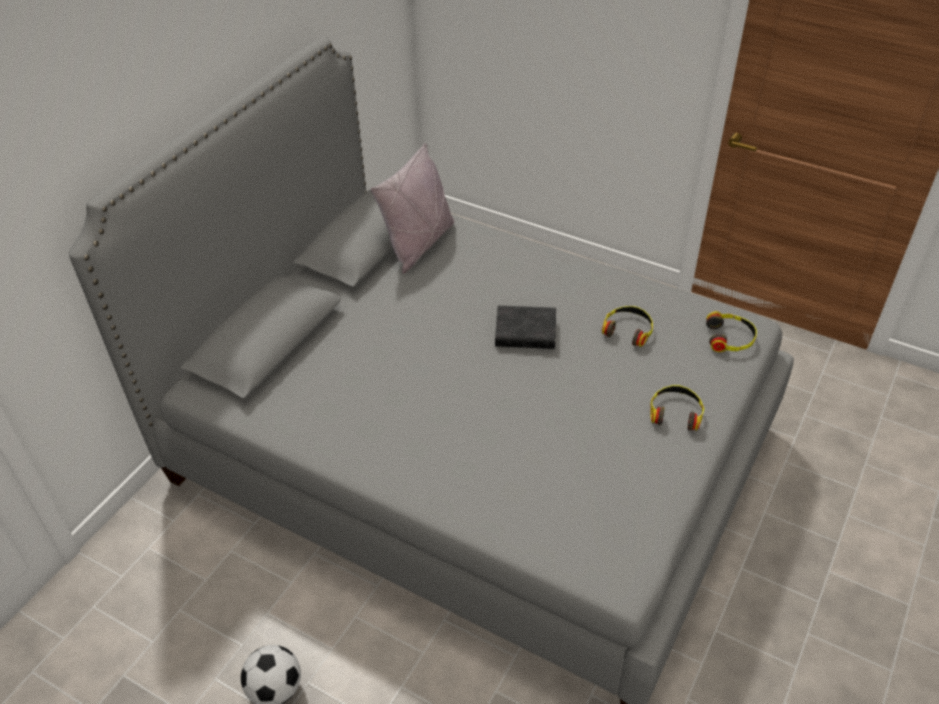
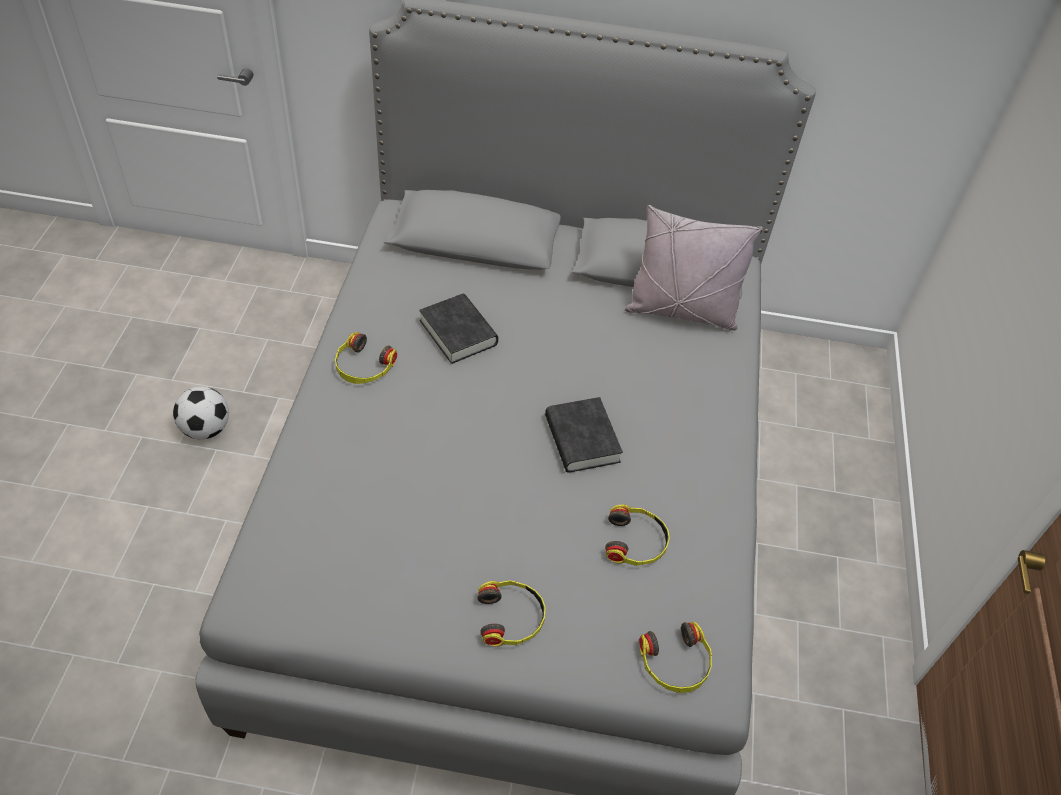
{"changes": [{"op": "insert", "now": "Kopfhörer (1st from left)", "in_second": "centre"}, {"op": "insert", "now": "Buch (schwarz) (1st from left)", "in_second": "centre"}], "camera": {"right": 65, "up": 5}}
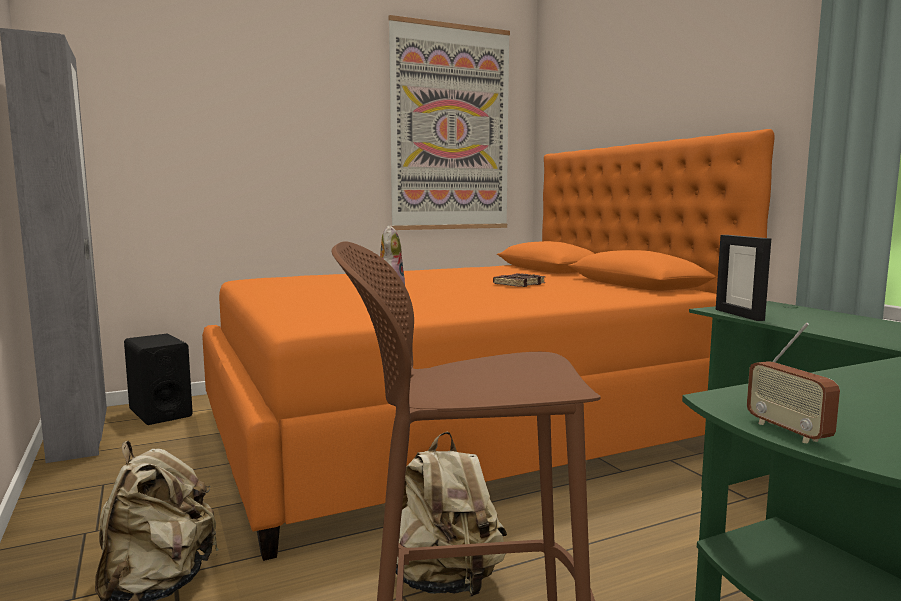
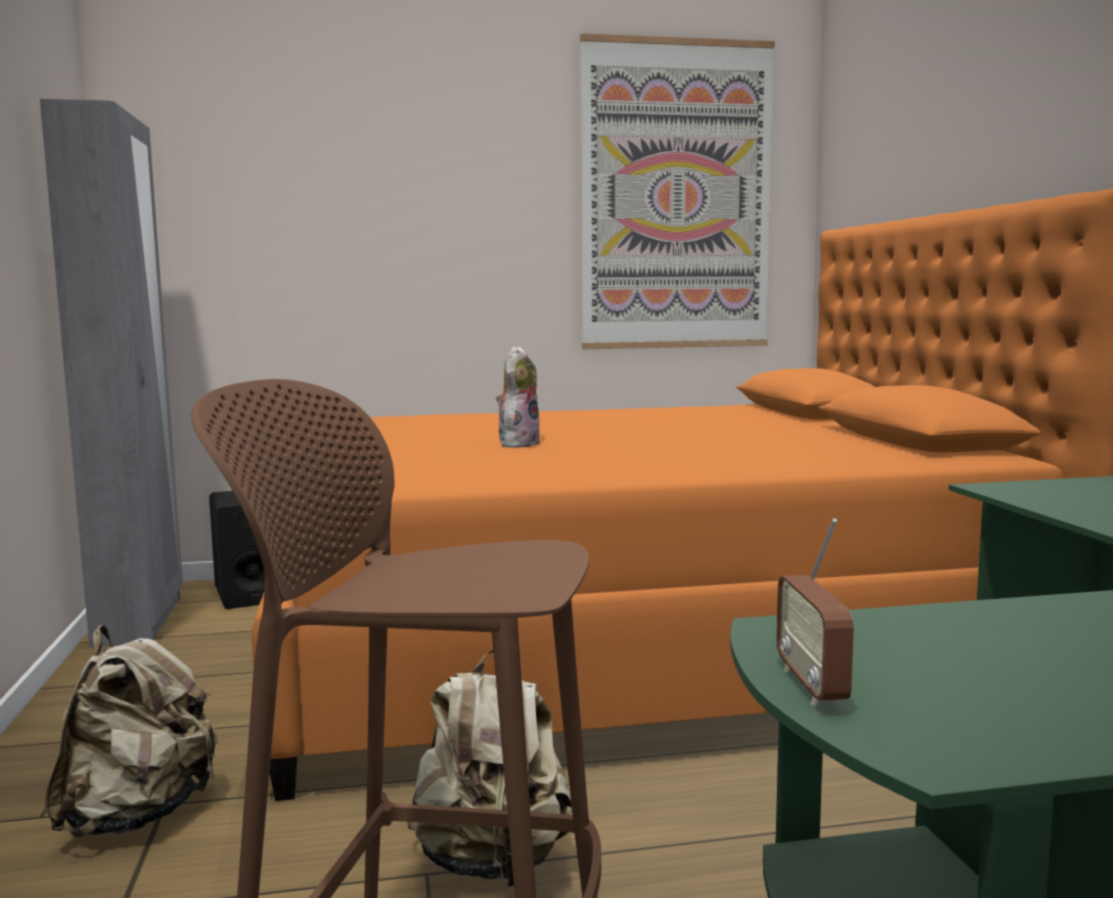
{"changes": [{"op": "delete", "was": "Buch (braun)", "in_first": "centre"}, {"op": "delete", "was": "Bilderrahmen", "in_first": "middle right"}], "camera": {"right": 15, "up": 0}}
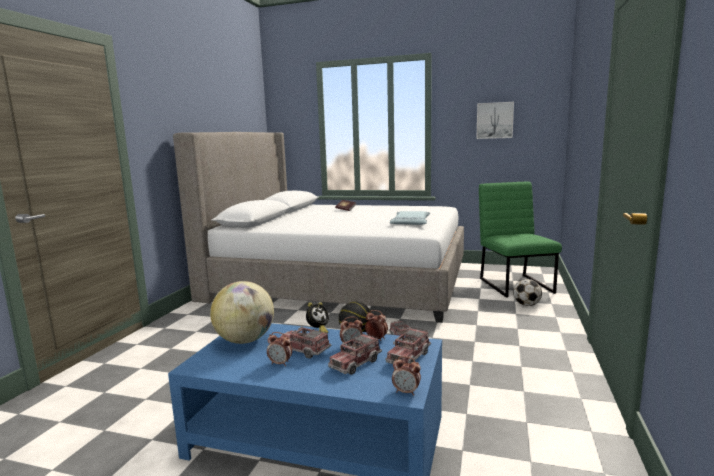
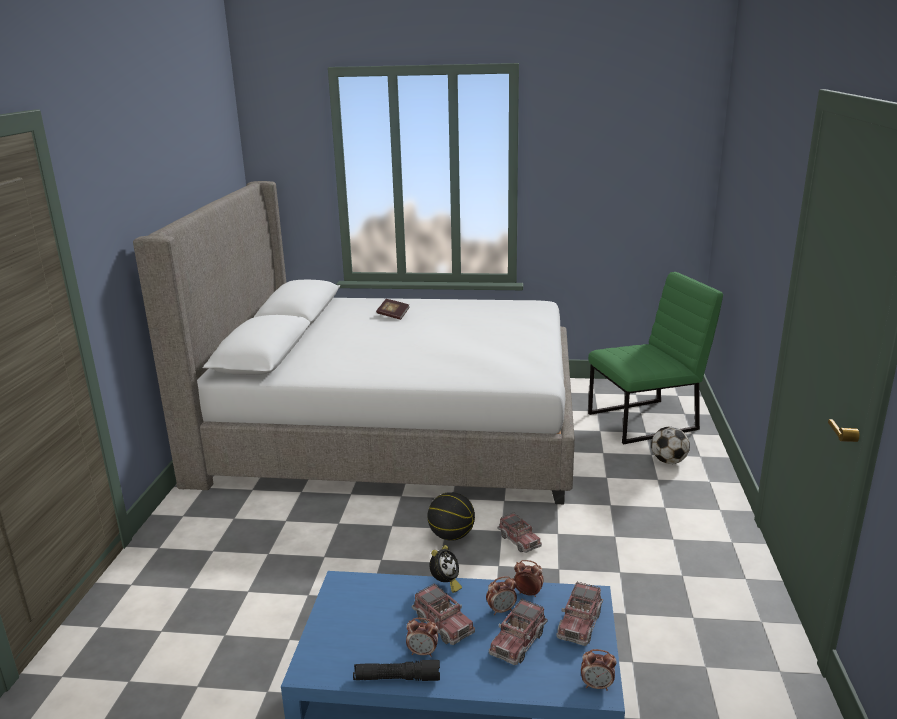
{"changes": [{"op": "delete", "was": "Globus", "in_first": "centre"}, {"op": "rotate", "was": "Spielzeuglaster (1st from left)", "in_first": "bottom centre", "in_second": "bottom centre", "clockwise": -150}, {"op": "delete", "was": "Kissen (blau)", "in_first": "centre"}, {"op": "delete", "was": "Bild", "in_first": "top right"}, {"op": "rotate", "was": "Stuhl (grün)", "in_first": "middle right", "in_second": "middle right", "clockwise": 90}, {"op": "insert", "now": "Taschenlampe (schwarz)", "in_second": "bottom centre"}], "camera": {"right": -10, "up": 10}}
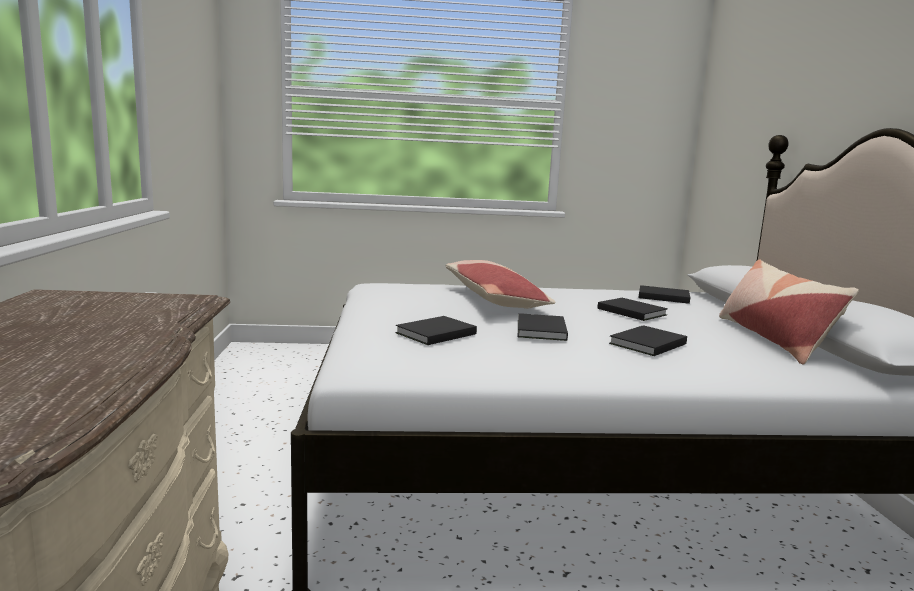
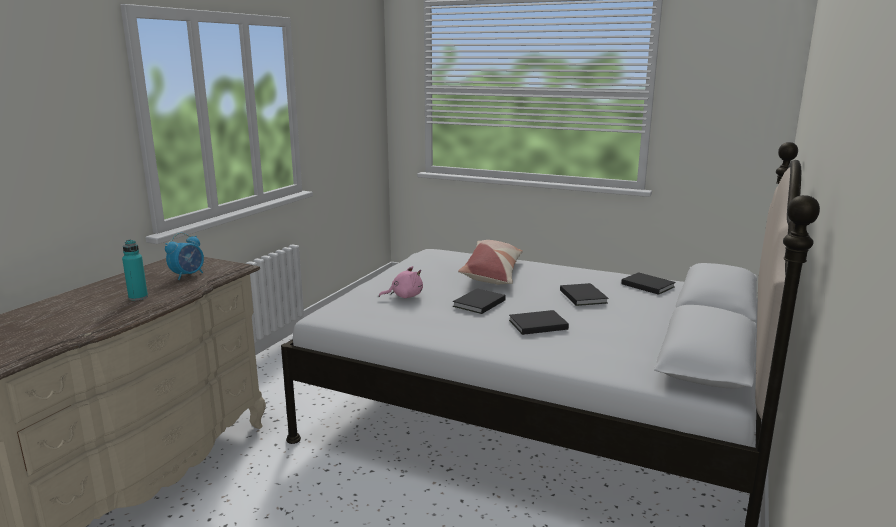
{"changes": [{"op": "replace", "was": "Buch (schwarz) (1st from left)", "now": "Plüschtier (rosa)", "in_first": "centre", "in_second": "centre"}, {"op": "delete", "was": "Kissen (2nd from left)", "in_first": "middle right"}, {"op": "insert", "now": "Flasche (türkis)", "in_second": "middle left"}, {"op": "insert", "now": "Wecker", "in_second": "middle left"}], "camera": {"right": 30, "up": 5}}
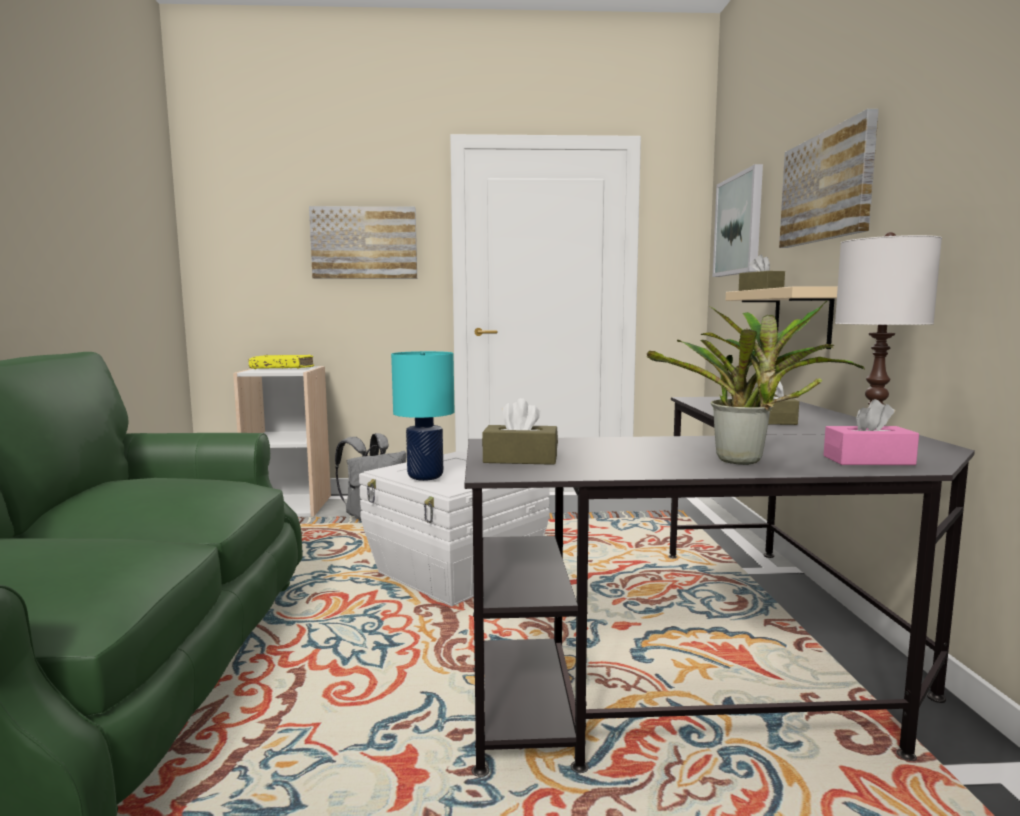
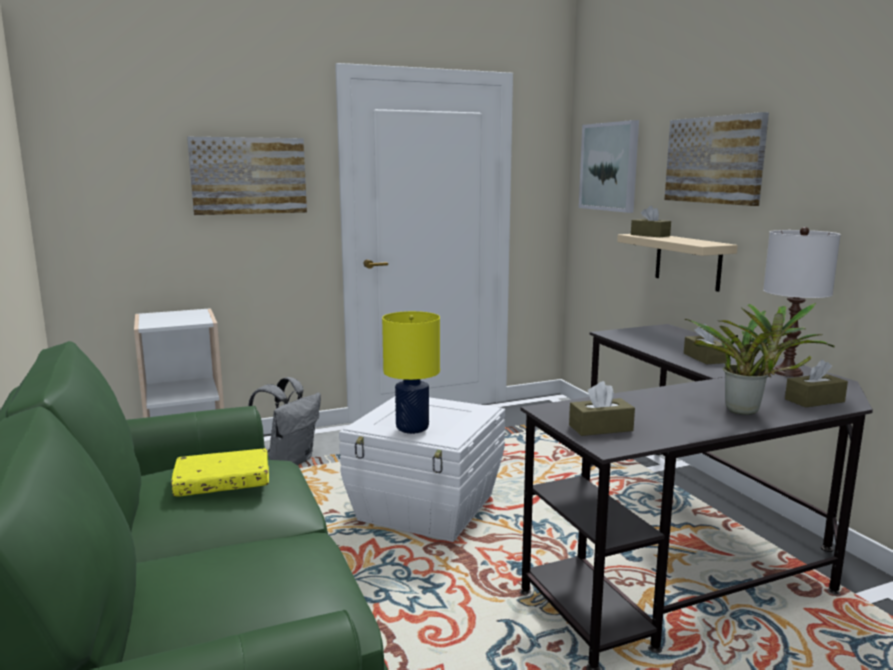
{"changes": [{"op": "move", "was": "Buch (gelb)", "in_first": "middle left", "in_second": "bottom left"}, {"op": "recolor", "was": "Tischlampe (türkis)", "now": "Tischlampe (gelb)", "in_first": "centre", "in_second": "centre"}, {"op": "recolor", "was": "Taschentuchbox (rosa)", "now": "Taschentuchbox (braun) (4th from left)", "in_first": "middle right", "in_second": "middle right"}], "camera": {"right": -20, "up": 5}}
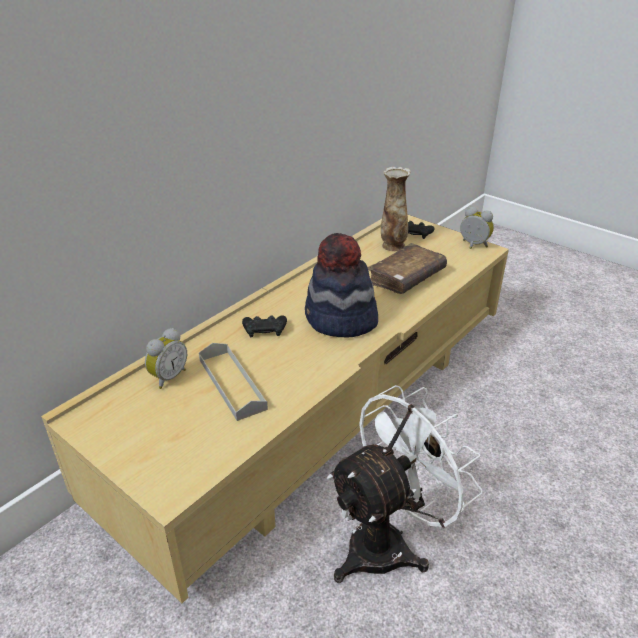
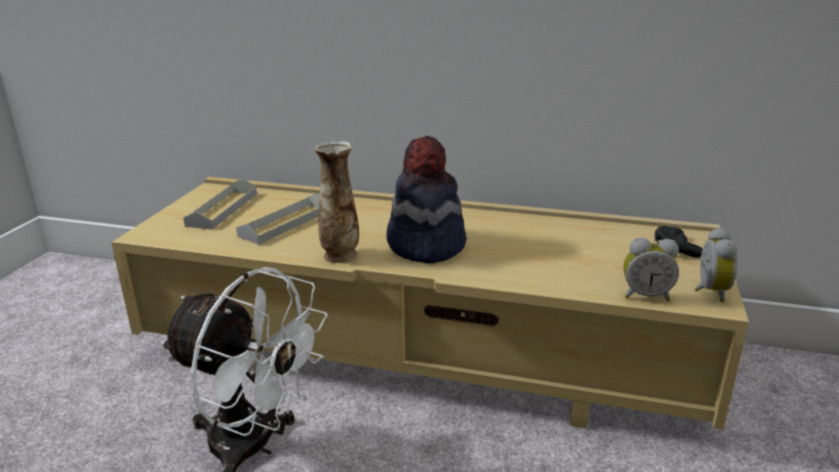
{"changes": [{"op": "move", "was": "Wecker (1st from left)", "in_first": "middle left", "in_second": "middle right"}, {"op": "delete", "was": "Gamepad (schwarz) (1st from left)", "in_first": "centre"}, {"op": "delete", "was": "Buch (braun)", "in_first": "centre"}, {"op": "move", "was": "Vase", "in_first": "top centre", "in_second": "centre"}, {"op": "insert", "now": "Tablett (grau) (1st from left)", "in_second": "middle left"}], "camera": {"right": 65, "up": -10}}
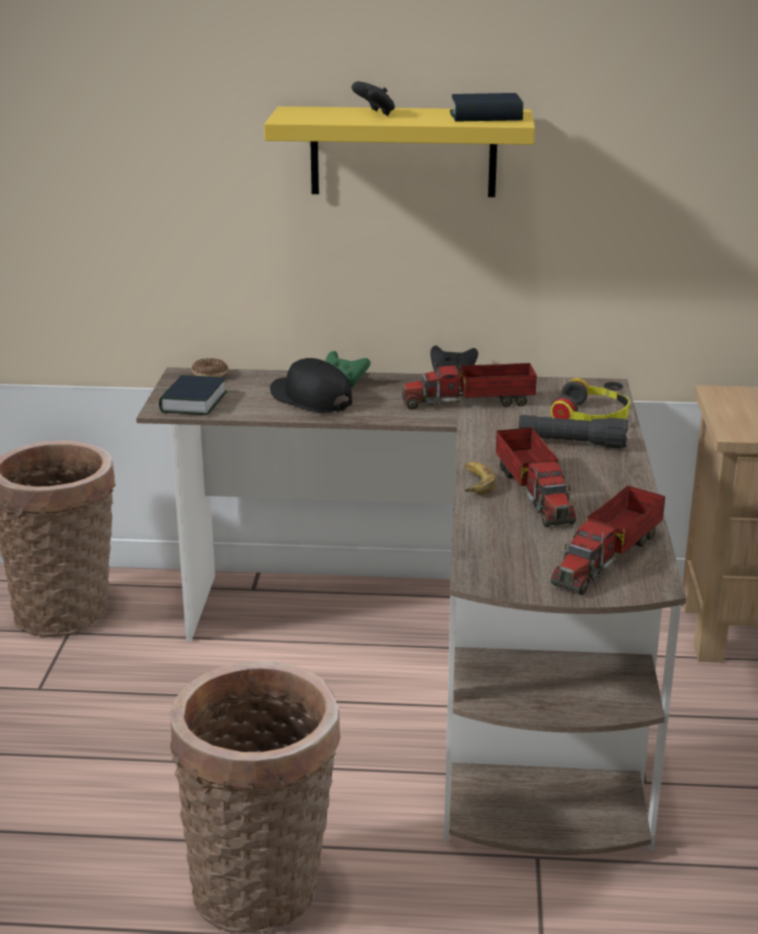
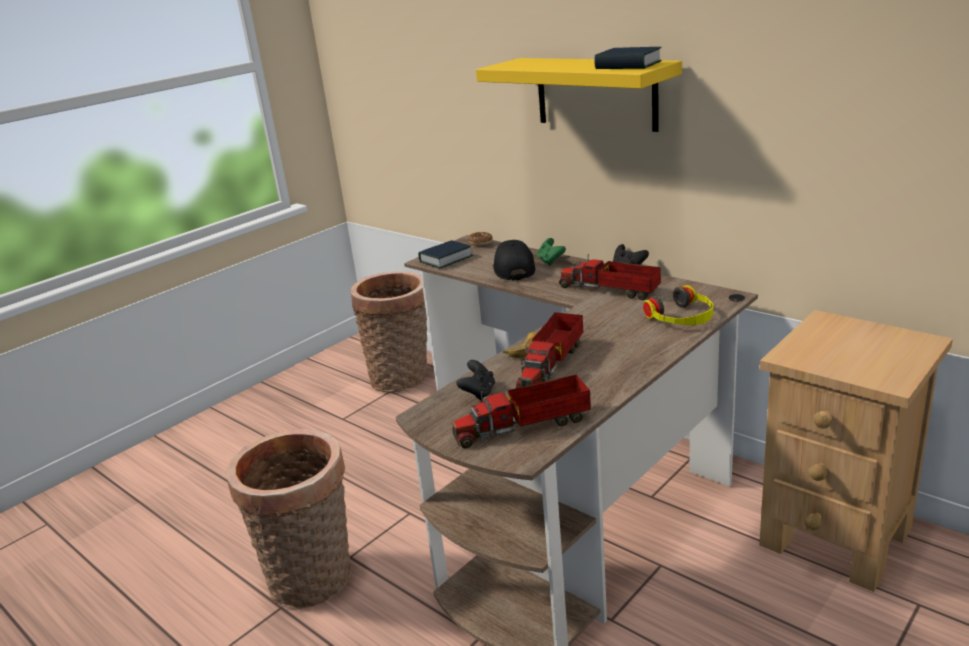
{"changes": [{"op": "move", "was": "Gamepad (schwarz) (1st from left)", "in_first": "top centre", "in_second": "centre"}, {"op": "delete", "was": "Taschenlampe (schwarz)", "in_first": "middle right"}], "camera": {"right": 40, "up": 0}}
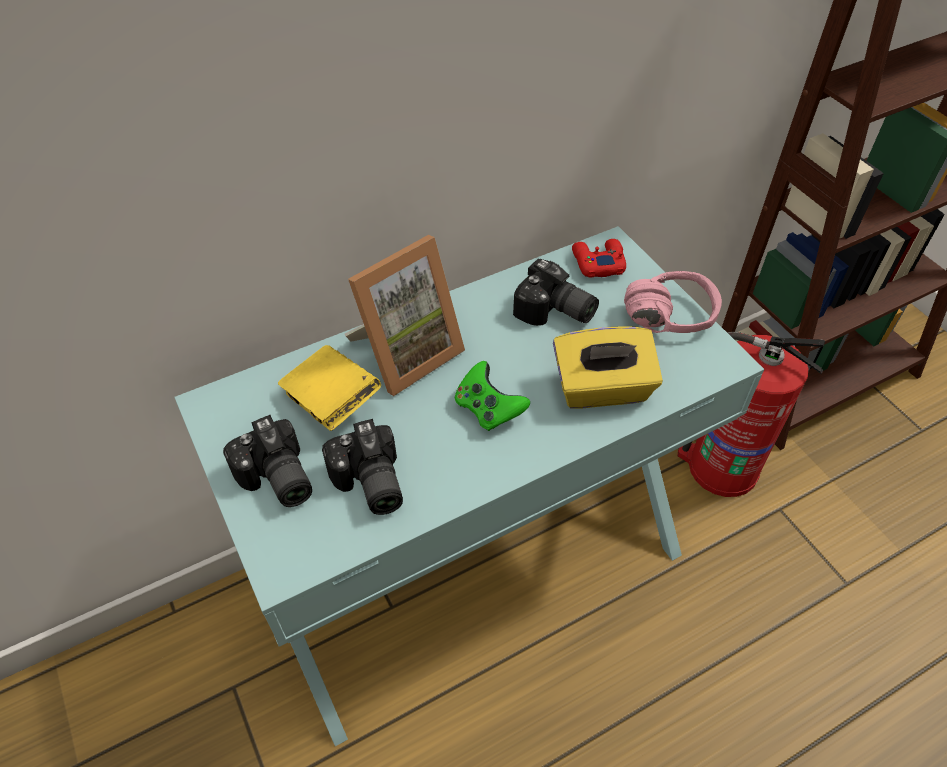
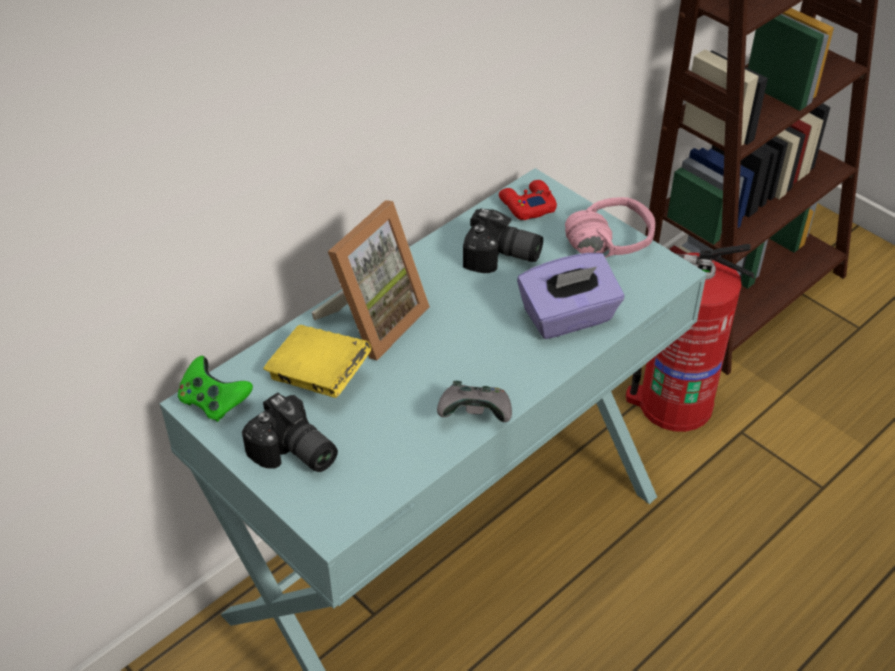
{"changes": [{"op": "delete", "was": "Kamera (2nd from left)", "in_first": "centre"}, {"op": "move", "was": "Gamepad (grün)", "in_first": "centre", "in_second": "middle left"}, {"op": "recolor", "was": "Taschentuchbox (gelb)", "now": "Taschentuchbox (lila)", "in_first": "centre", "in_second": "centre"}, {"op": "insert", "now": "Gamepad (grau)", "in_second": "centre"}], "camera": {"right": -15, "up": -5}}
